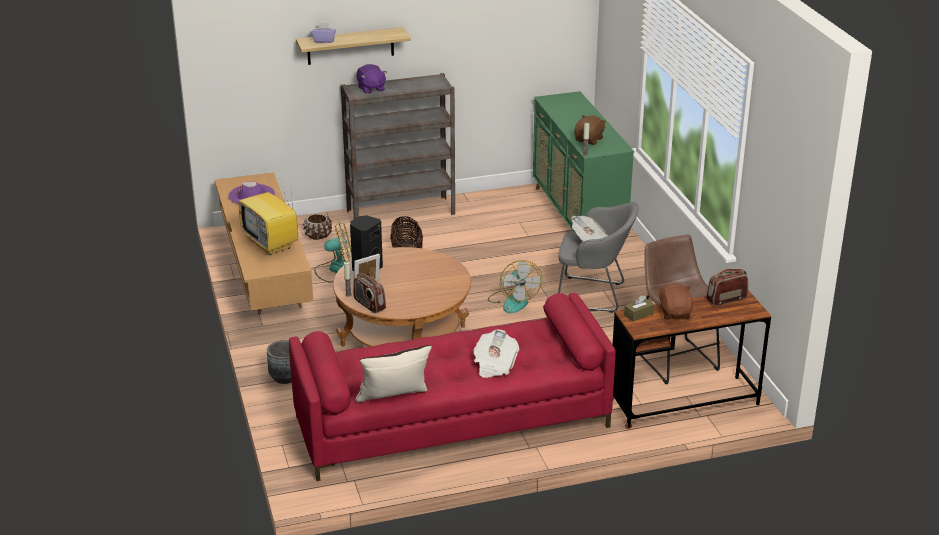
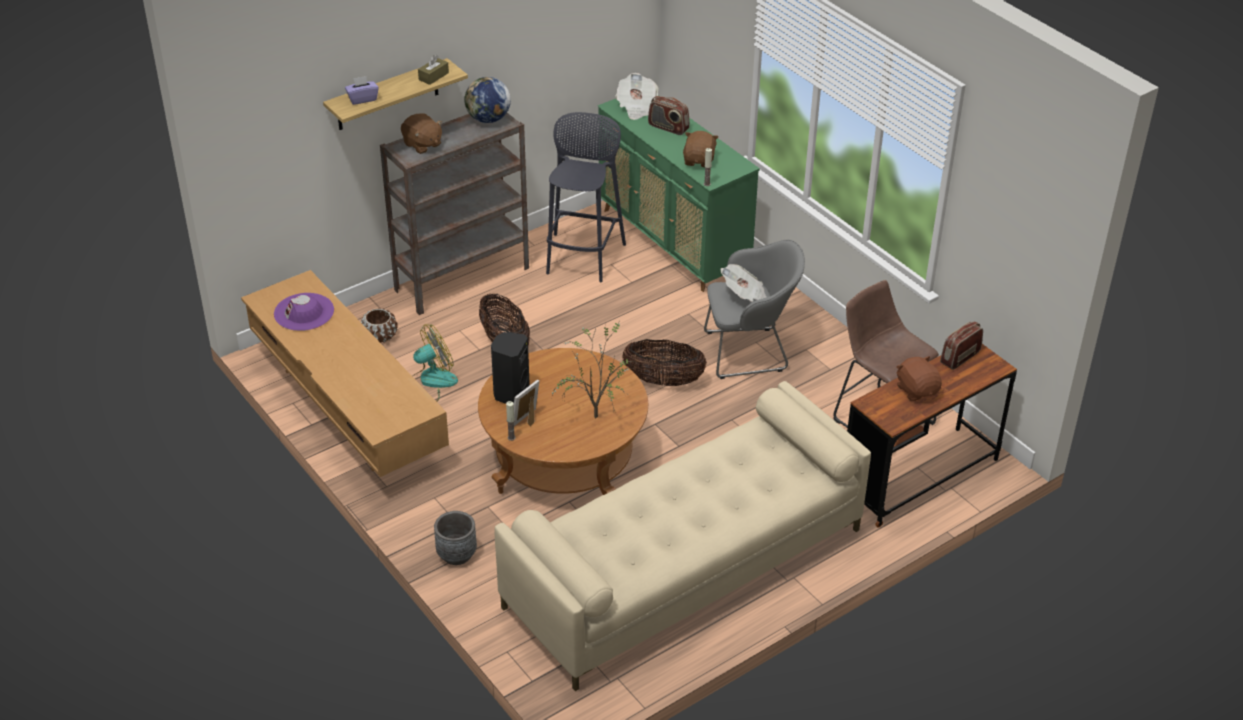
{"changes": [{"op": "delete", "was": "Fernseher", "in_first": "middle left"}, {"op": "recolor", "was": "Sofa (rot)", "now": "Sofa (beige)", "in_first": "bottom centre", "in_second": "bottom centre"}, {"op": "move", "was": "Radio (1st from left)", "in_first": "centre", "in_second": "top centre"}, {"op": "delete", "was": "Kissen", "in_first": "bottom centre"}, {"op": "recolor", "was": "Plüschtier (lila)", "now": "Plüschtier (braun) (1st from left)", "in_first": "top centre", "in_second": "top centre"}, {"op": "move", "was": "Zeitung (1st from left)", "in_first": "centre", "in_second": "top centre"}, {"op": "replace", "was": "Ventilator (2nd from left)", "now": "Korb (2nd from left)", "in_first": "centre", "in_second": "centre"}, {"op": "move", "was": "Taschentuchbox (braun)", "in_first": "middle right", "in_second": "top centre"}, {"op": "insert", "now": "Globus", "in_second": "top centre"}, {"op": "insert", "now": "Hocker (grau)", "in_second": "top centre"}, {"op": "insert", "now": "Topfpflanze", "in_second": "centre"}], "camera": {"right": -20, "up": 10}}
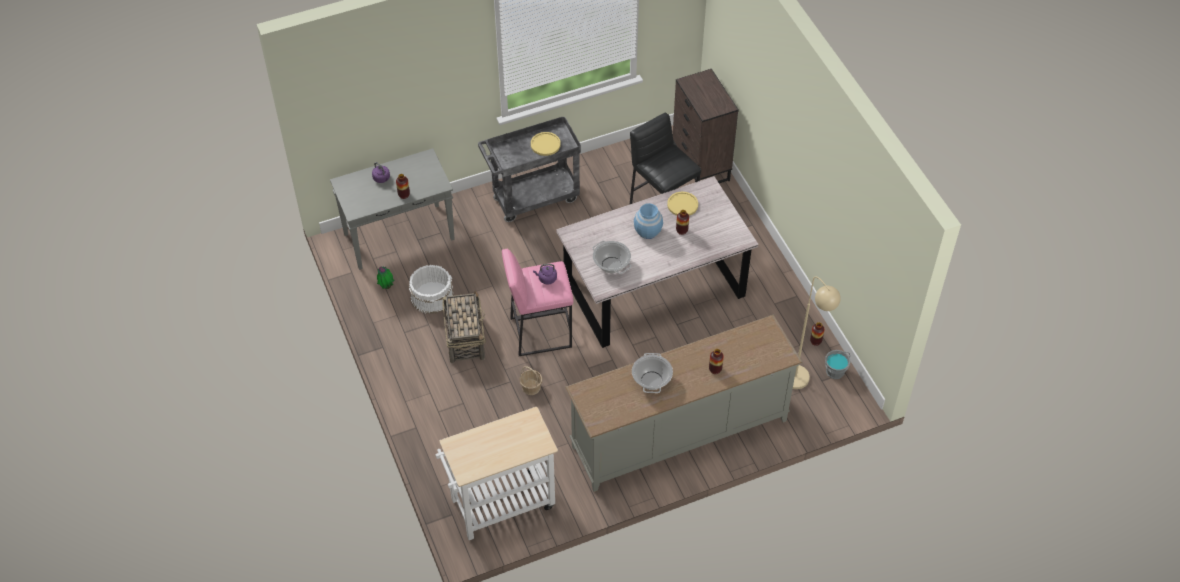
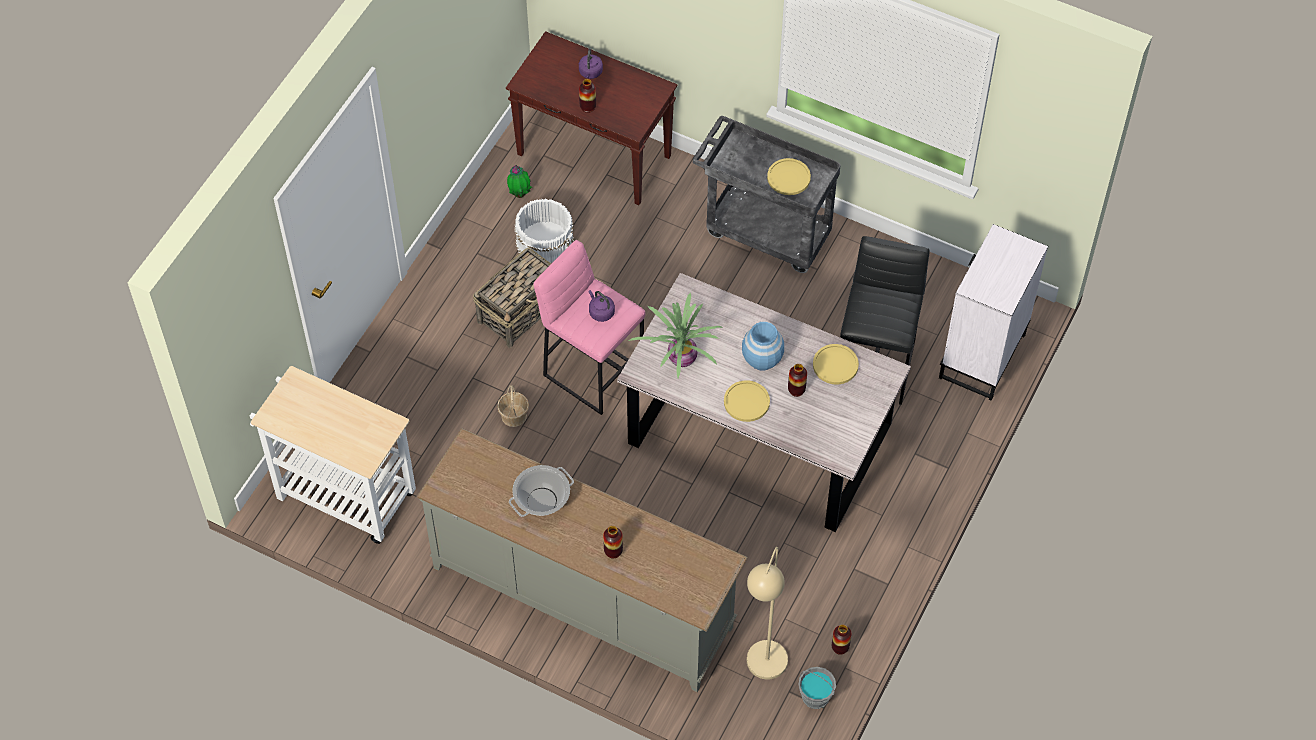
{"changes": [{"op": "recolor", "was": "Konsolentisch (grau)", "now": "Konsolentisch (braun)", "in_first": "middle left", "in_second": "top centre"}, {"op": "replace", "was": "Kochtopf (1st from left)", "now": "Topfpflanze (2nd from left)", "in_first": "centre", "in_second": "centre"}, {"op": "recolor", "was": "Kommode (braun)", "now": "Kommode (weiß)", "in_first": "top centre", "in_second": "middle right"}, {"op": "insert", "now": "Teller (gelb) (1st from left)", "in_second": "centre"}], "camera": {"right": 50, "up": 5}}
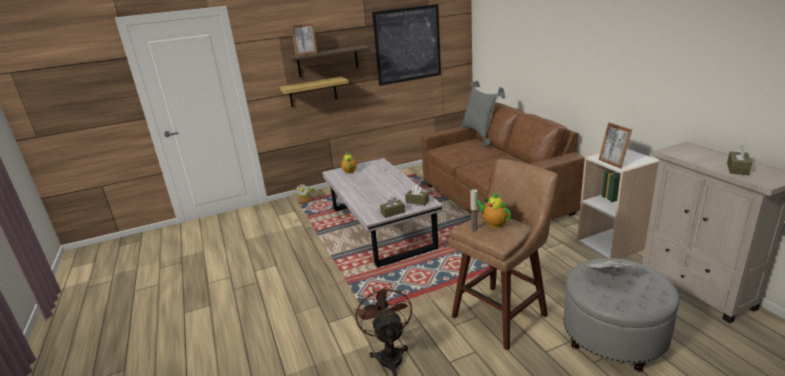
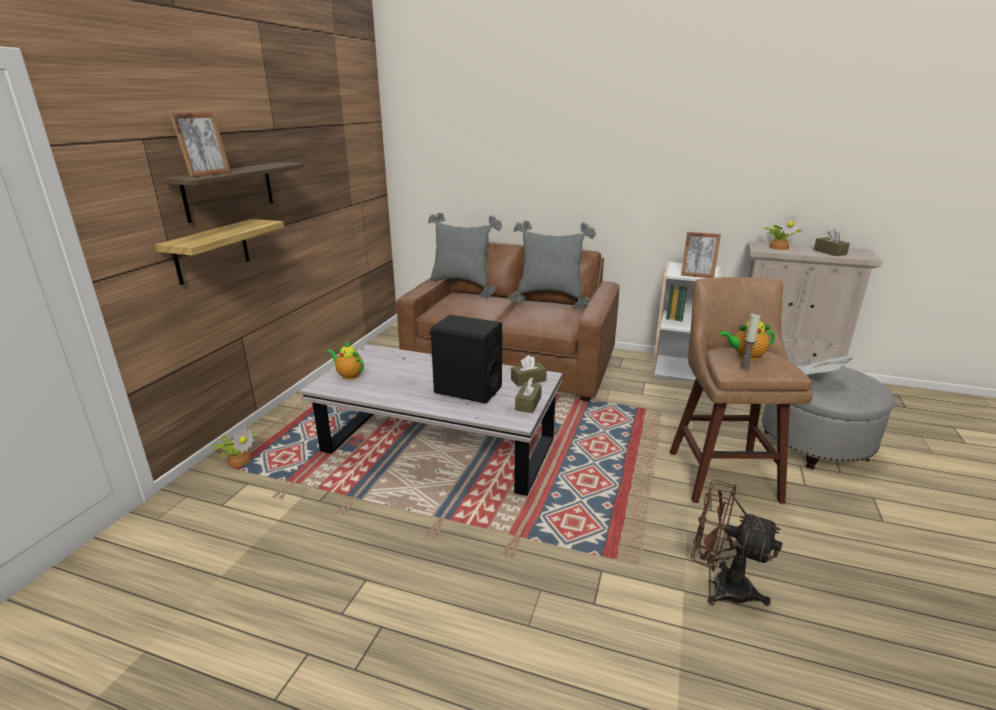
{"changes": [{"op": "delete", "was": "Bild", "in_first": "top centre"}, {"op": "insert", "now": "Lautsprecher (schwarz)", "in_second": "centre"}, {"op": "insert", "now": "Kissen (grau) (2nd from left)", "in_second": "centre"}, {"op": "insert", "now": "Topfpflanze (2nd from left)", "in_second": "top right"}], "camera": {"right": -50, "up": 0}}
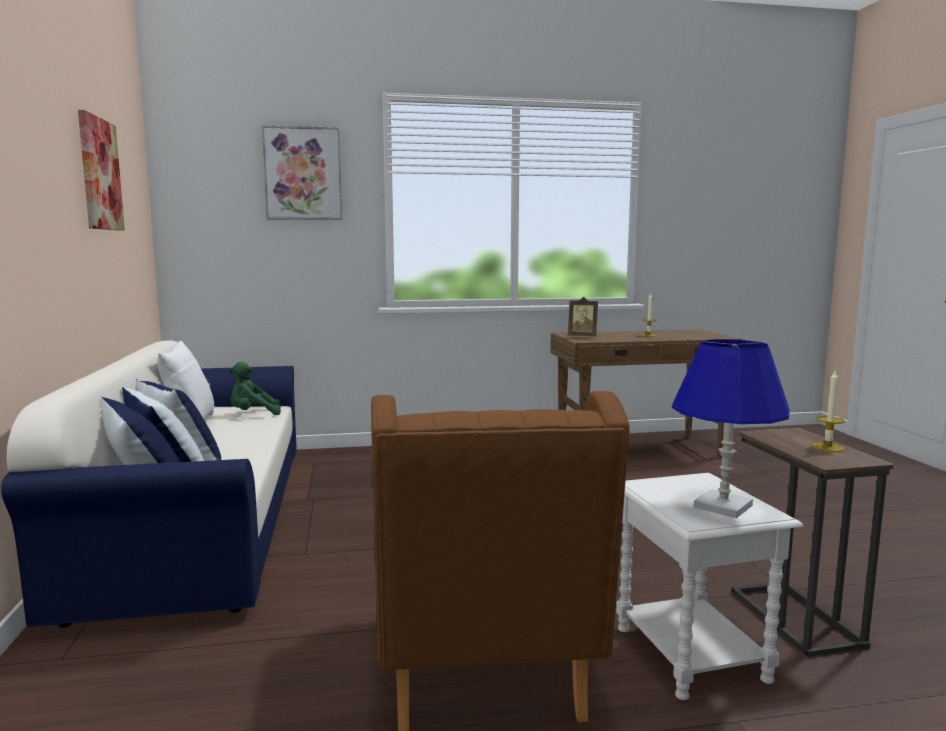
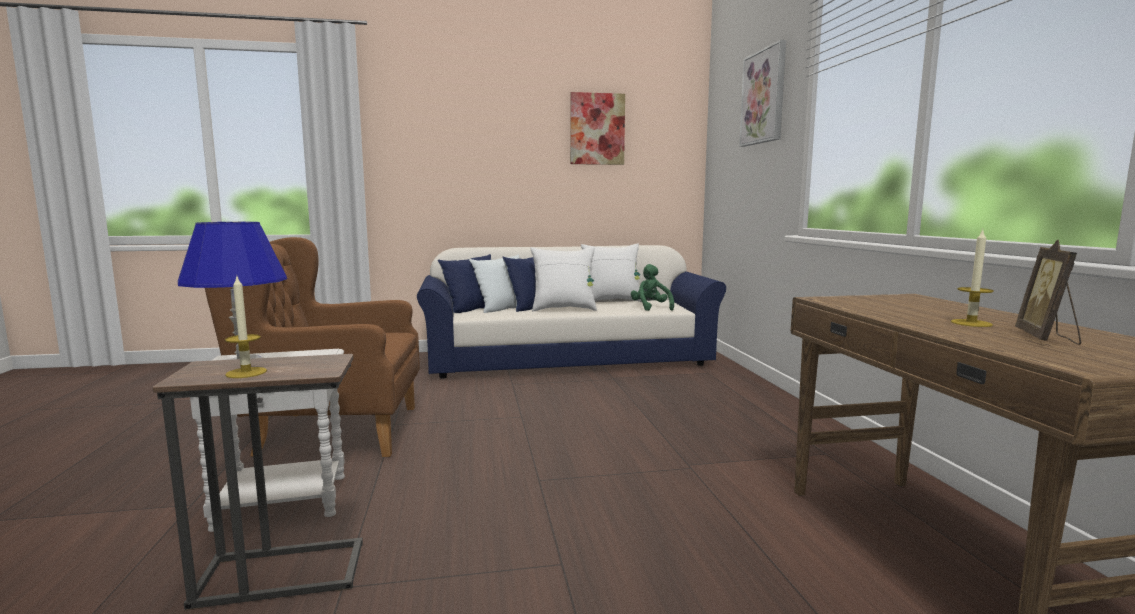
{"changes": [{"op": "move", "was": "Bilderrahmen", "in_first": "centre", "in_second": "middle right"}, {"op": "insert", "now": "Kissen (weiß) (1st from left)", "in_second": "centre"}], "camera": {"right": 90, "up": 0}}
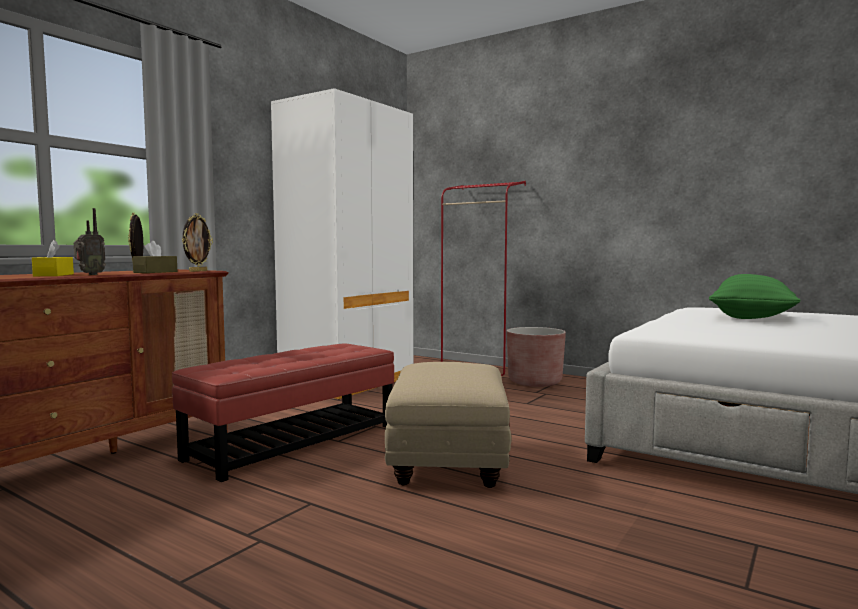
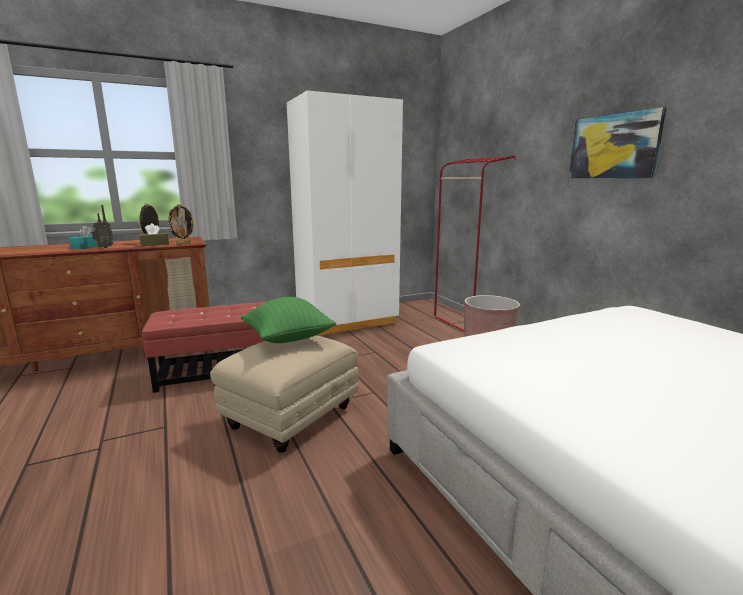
{"changes": [{"op": "recolor", "was": "Taschentuchbox (gelb)", "now": "Taschentuchbox (türkis)", "in_first": "middle left", "in_second": "middle left"}, {"op": "move", "was": "Kissen (grün)", "in_first": "middle right", "in_second": "centre"}, {"op": "insert", "now": "Bild", "in_second": "top right"}], "camera": {"right": 30, "up": 10}}
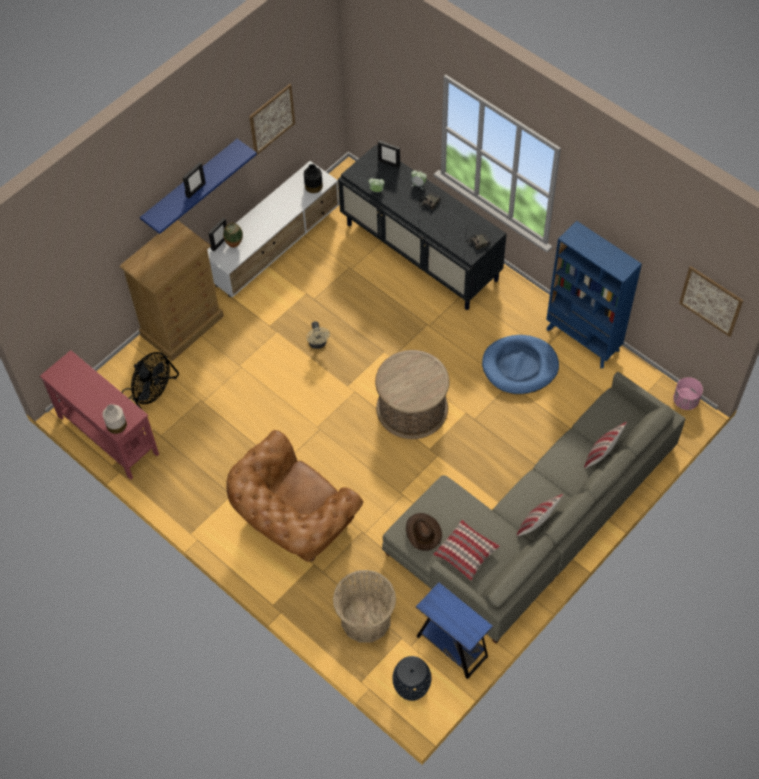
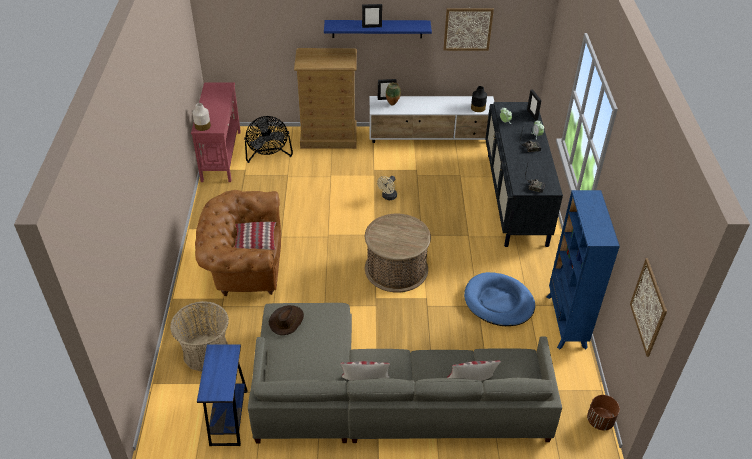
{"changes": [{"op": "delete", "was": "Hocker (schwarz)", "in_first": "bottom centre"}, {"op": "move", "was": "Kissen (1st from left)", "in_first": "bottom centre", "in_second": "centre"}, {"op": "recolor", "was": "Pflanzkübel (rosa)", "now": "Pflanzkübel (braun)", "in_first": "middle right", "in_second": "bottom right"}], "camera": {"right": 45, "up": -15}}
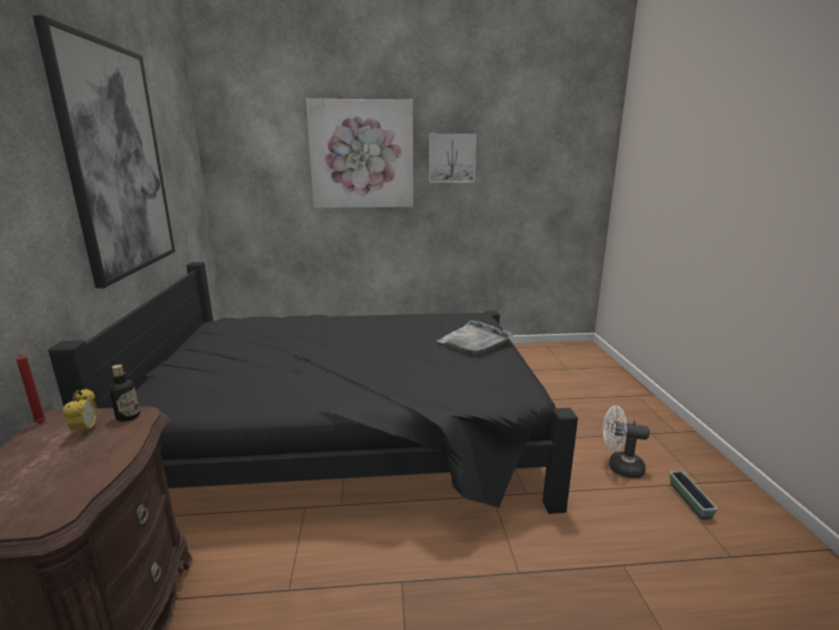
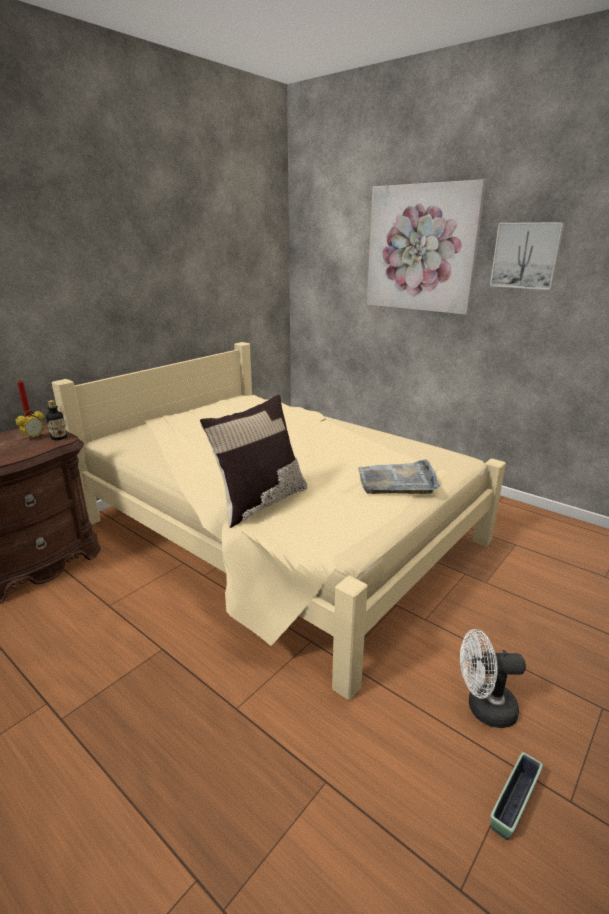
{"changes": [{"op": "delete", "was": "Bild (1st from left)", "in_first": "top left"}, {"op": "recolor", "was": "Bett (schwarz)", "now": "Bett (beige)", "in_first": "centre", "in_second": "centre"}, {"op": "rotate", "was": "Ventilator (weiß)", "in_first": "bottom right", "in_second": "bottom right", "clockwise": -60}, {"op": "insert", "now": "Kissen", "in_second": "centre"}], "camera": {"right": 45, "up": 5}}
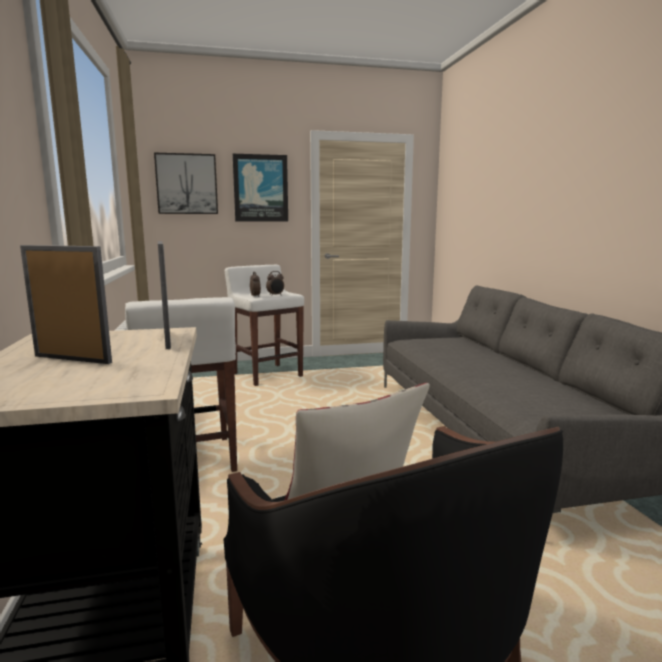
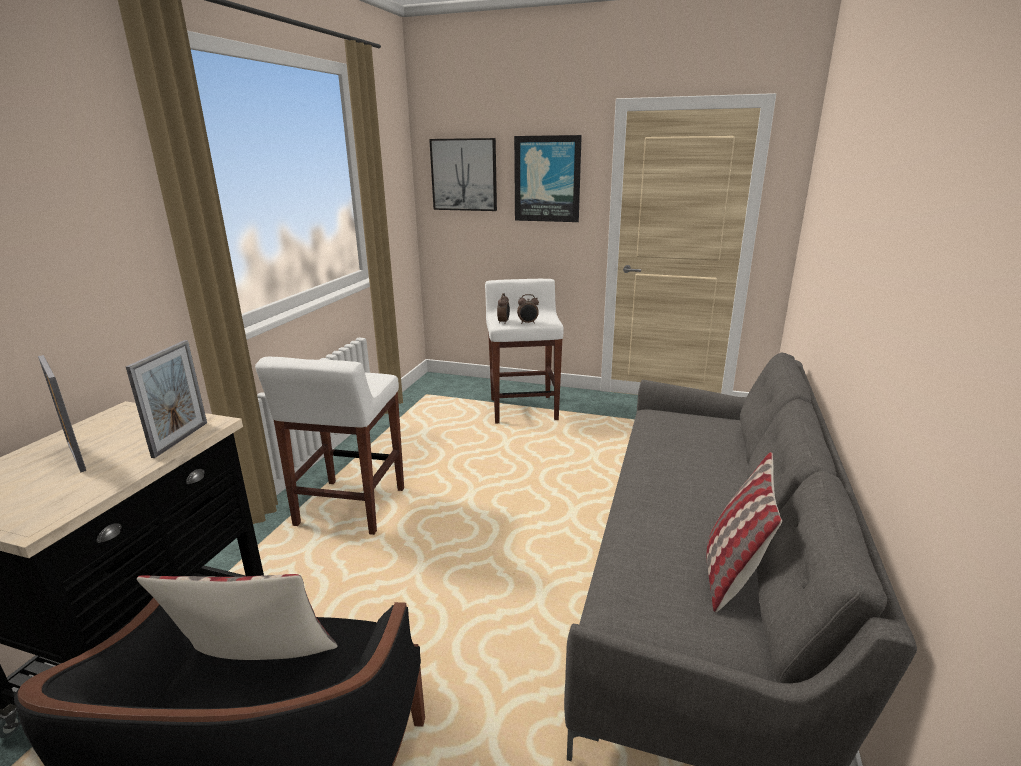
{"changes": [{"op": "insert", "now": "Kissen (2nd from left)", "in_second": "bottom right"}], "camera": {"right": 30, "up": 10}}
